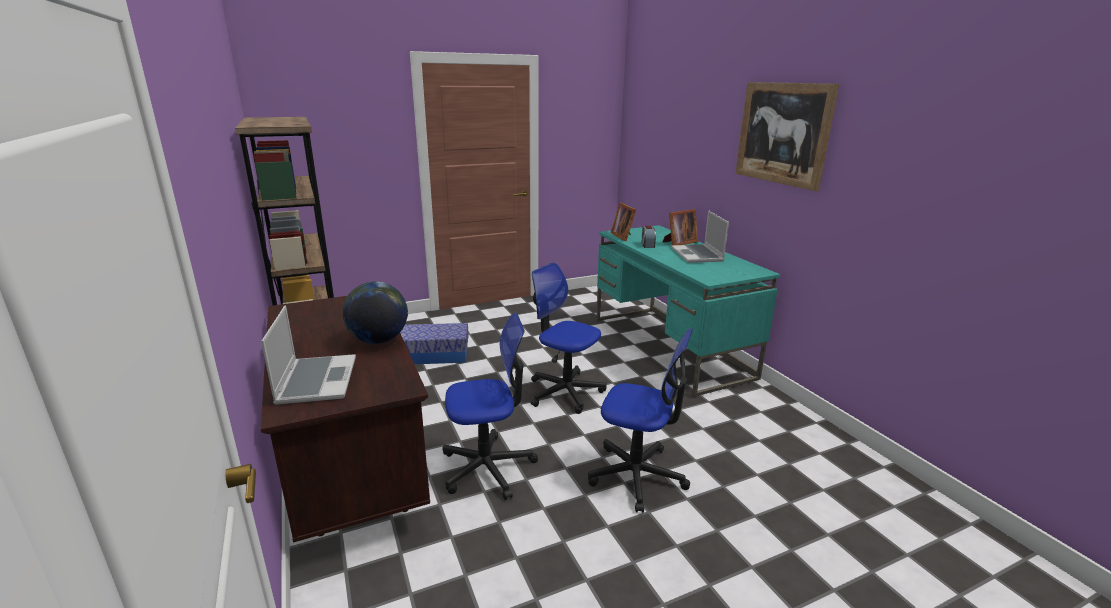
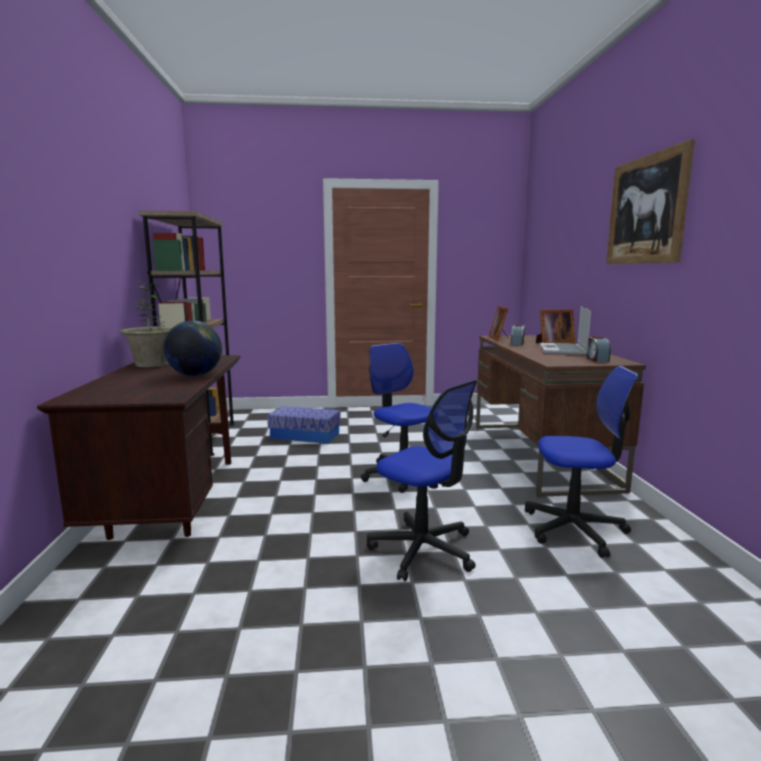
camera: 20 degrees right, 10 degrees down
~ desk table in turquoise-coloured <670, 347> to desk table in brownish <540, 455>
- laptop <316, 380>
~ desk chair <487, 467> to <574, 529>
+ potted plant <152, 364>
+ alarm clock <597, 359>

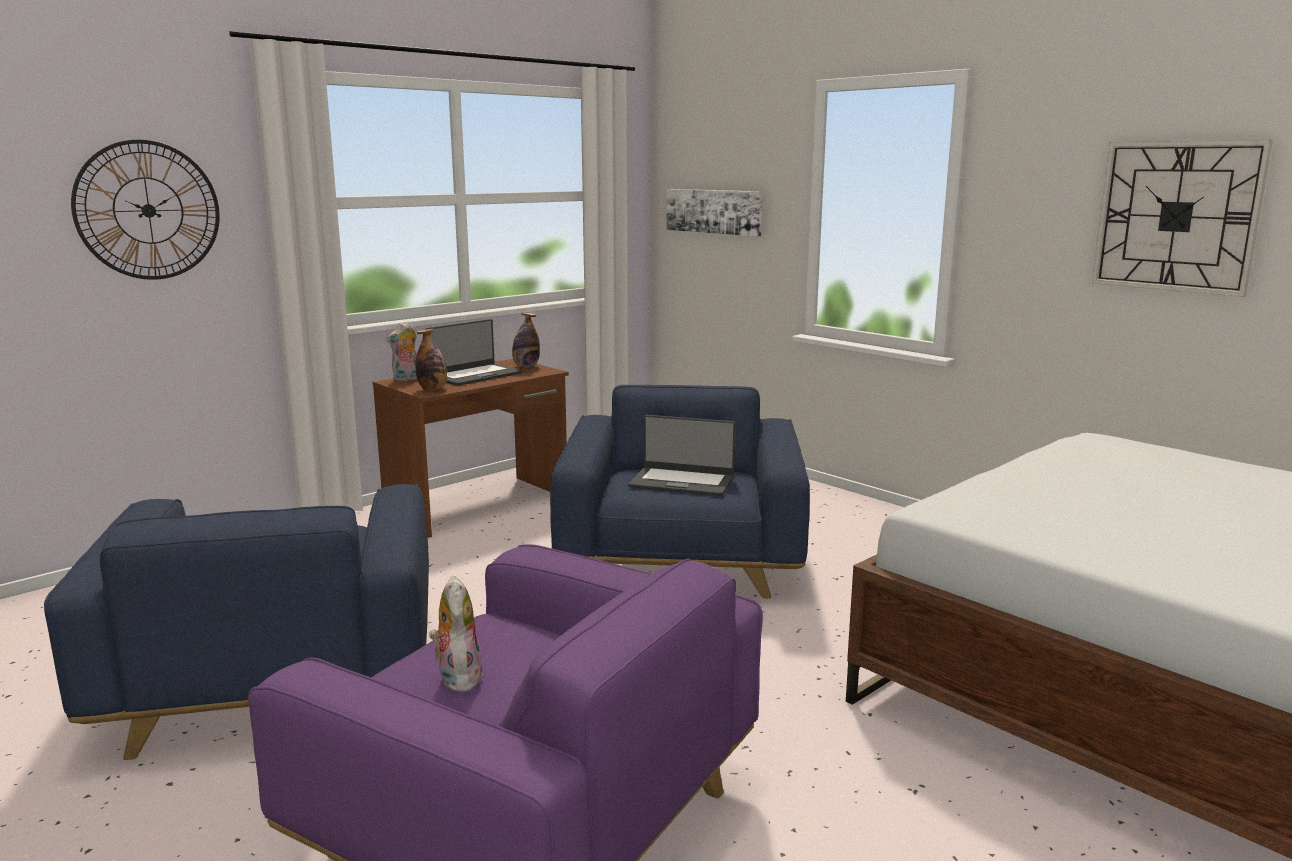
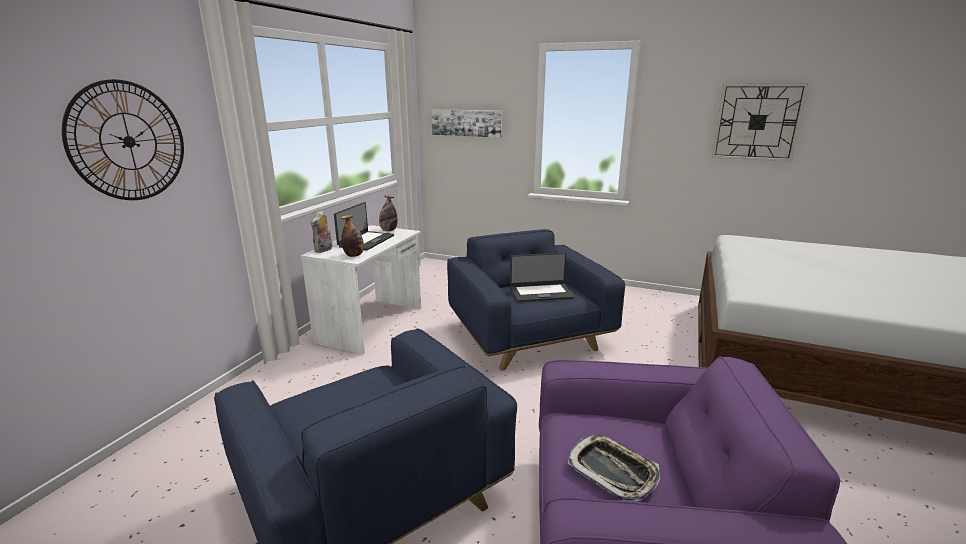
camera: 25 degrees left, 5 degrees up
~ desk table in brownish <479, 505> to desk table in white-coloured <372, 324>
~ soft toy <457, 677> to carrying tray <612, 471>

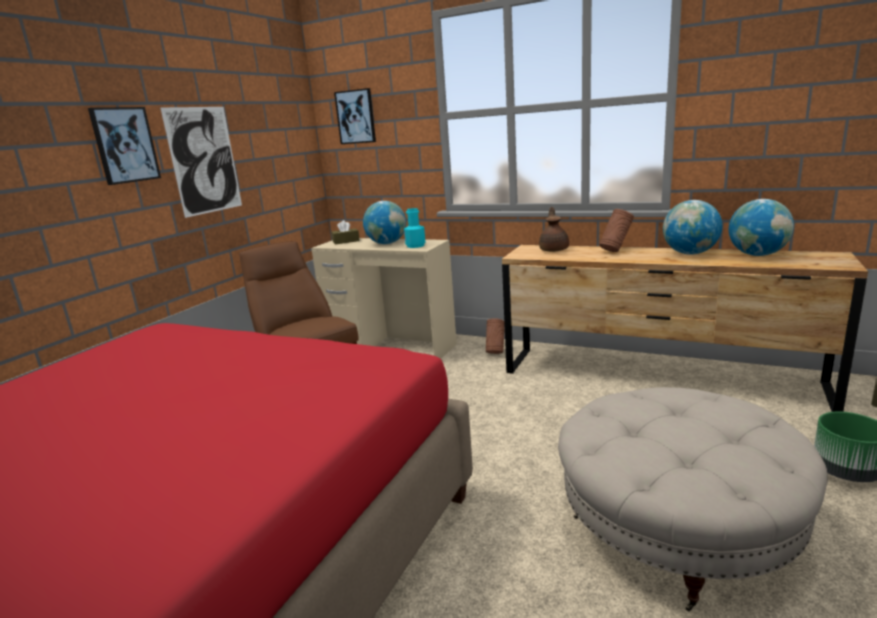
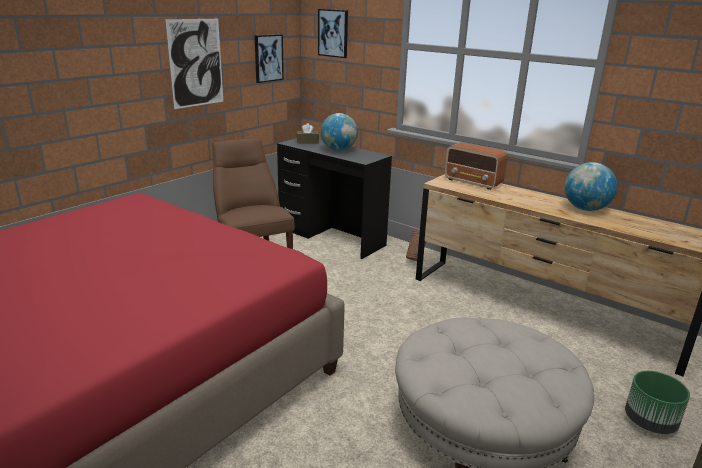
camera: 10 degrees right, 5 degrees up
~ wall art <124, 145> to <268, 58>
- world globe <757, 255>
~ teapot in brownish <554, 250> to radio receiver <473, 182>
- drink bottle in turquoise-coloured <415, 246>
- vase in brownish <615, 251>
~ desk table in sand-coloured <391, 346> to desk table in black <331, 237>

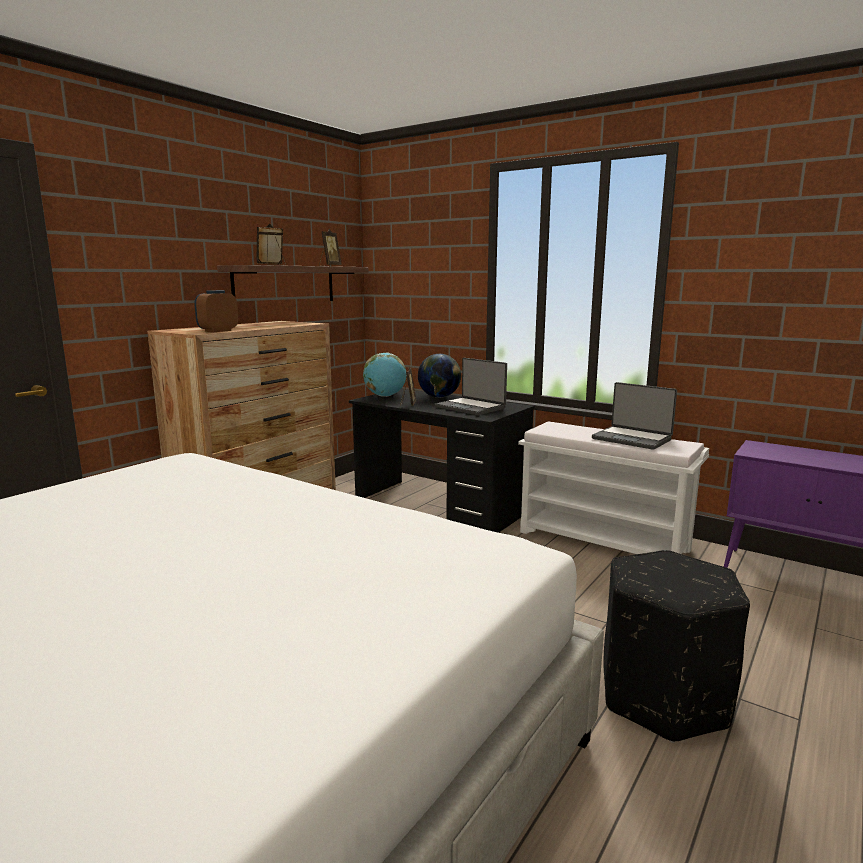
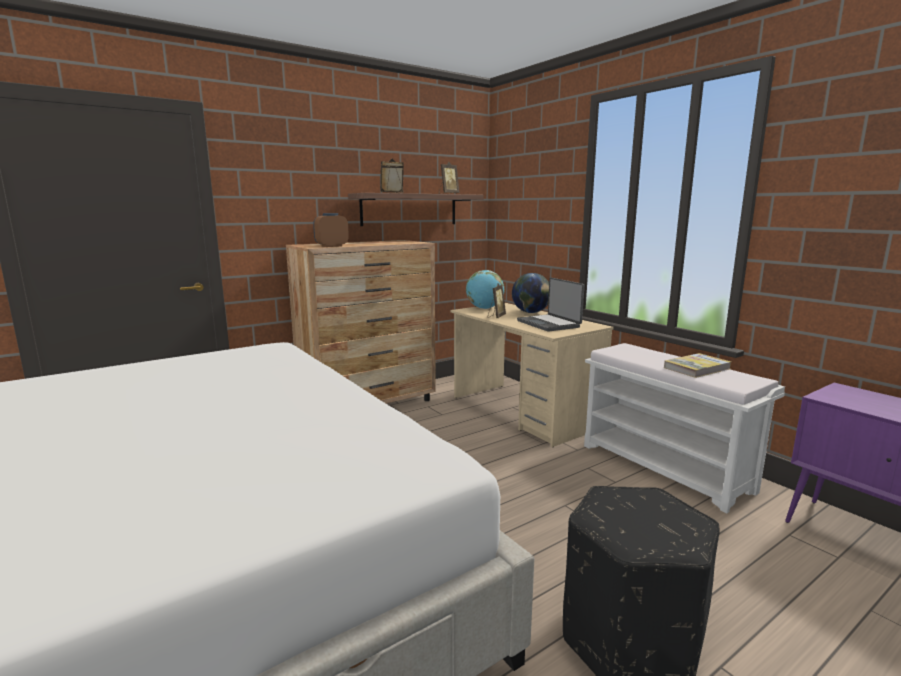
camera: 20 degrees right, 0 degrees up
~ laptop <632, 439> to book <697, 368>
~ desk table in black <440, 507> to desk table in sand-coloured <523, 412>

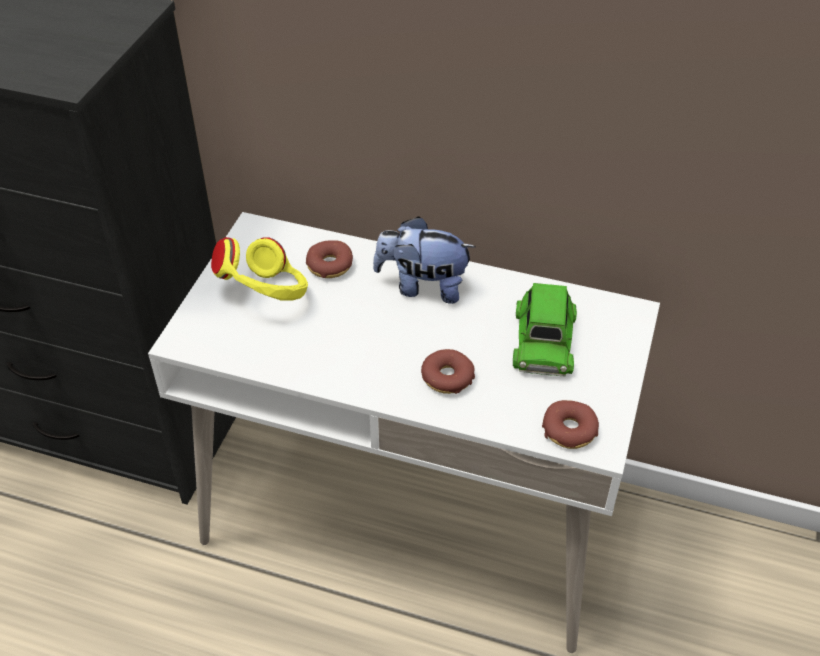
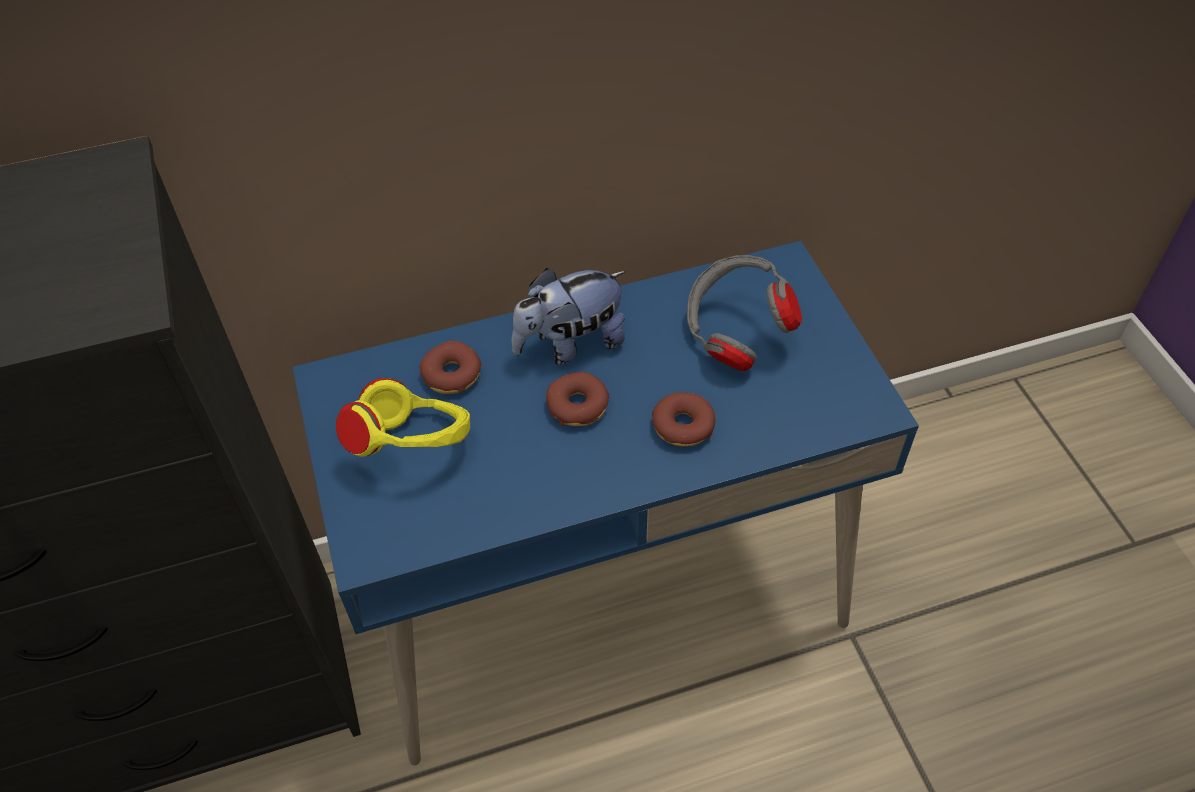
camera: 35 degrees left, 5 degrees up
~ desk table in white-coloured <410, 516> to desk table in blue <601, 594>
~ toy car in greenish <543, 340> to pair of headphones in greyish <735, 335>
~ ring doughnut <569, 430> to <578, 406>

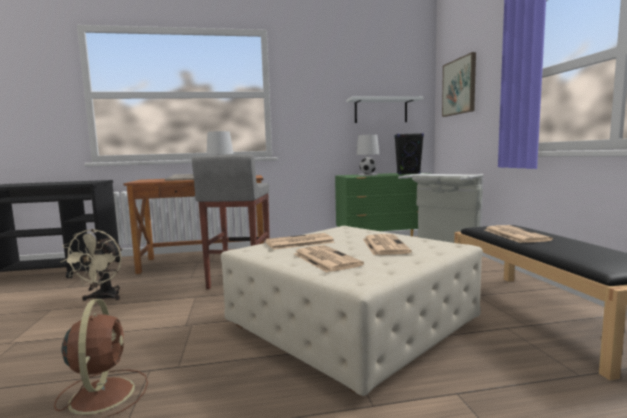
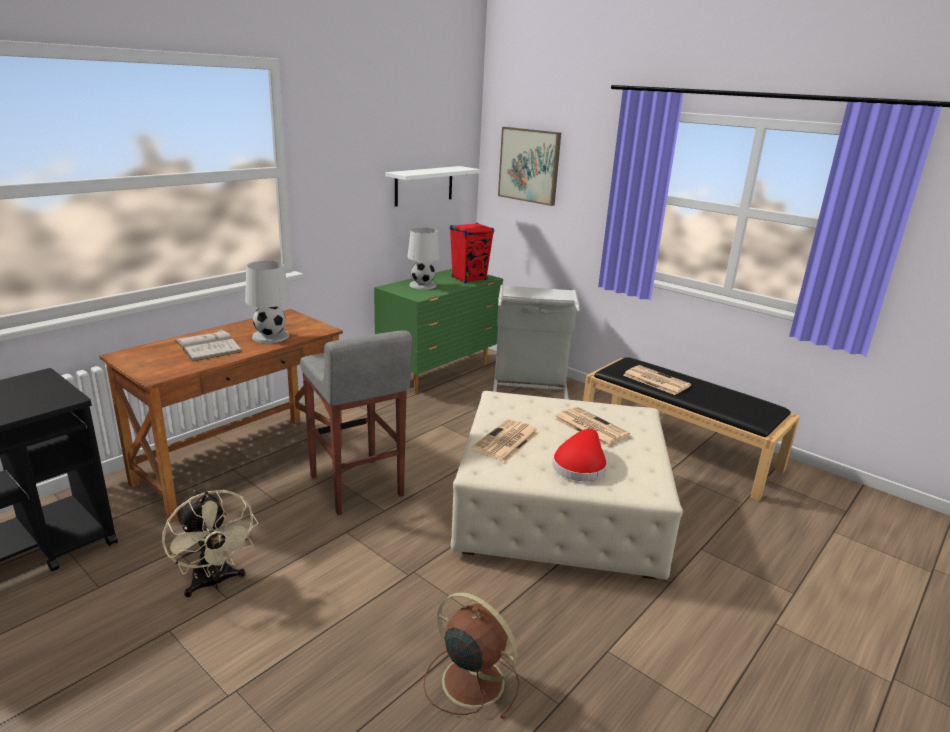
camera: 40 degrees left, 15 degrees up
~ loudspeaker in black <408, 174> to loudspeaker in reddish <469, 279>
~ daily paper <325, 259> to hat in reddish <580, 465>

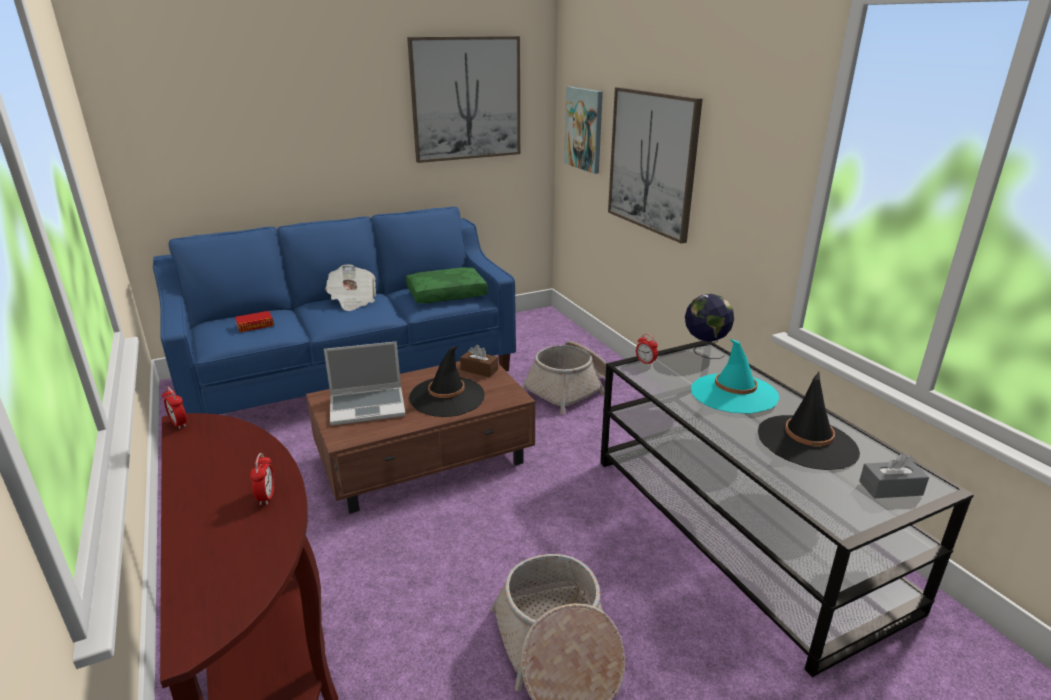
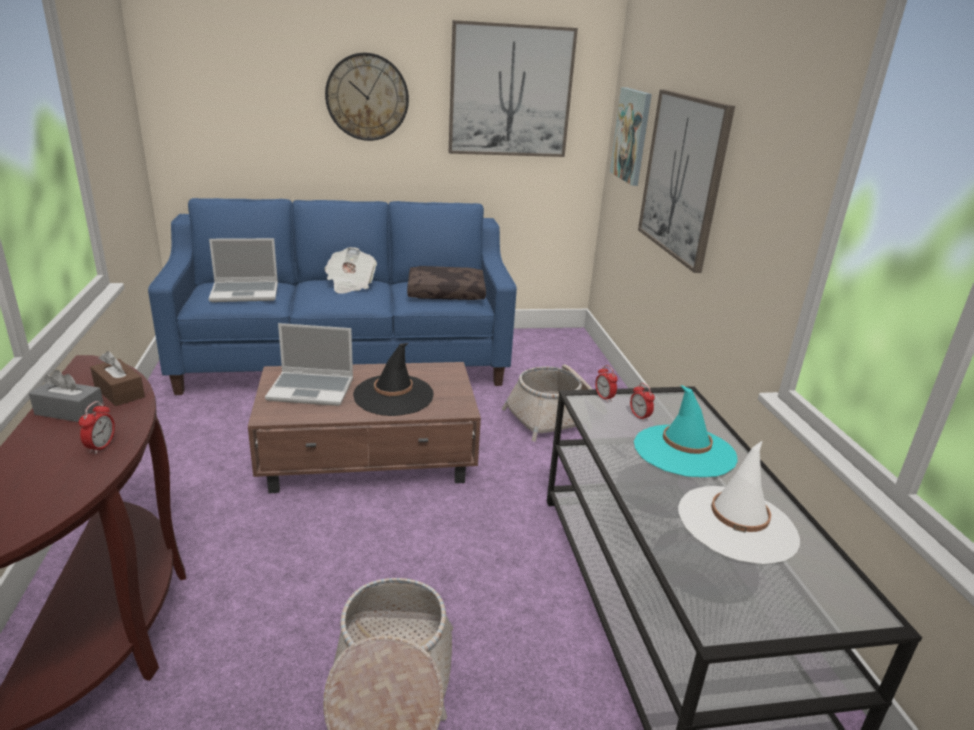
camera: 15 degrees right, 0 degrees up
~ throw pillow in greenish <447, 294> to throw pillow in brownish <446, 292>
- world globe <704, 351>
~ book <255, 325> to laptop <246, 293>
~ tissue holder in brownish <479, 370> to <119, 392>
~ hat in black <807, 442> to hat in white-coloured <737, 524>
~ alarm clock <179, 424> to <639, 416>
~ tissue holder in greyish <890, 488> to <70, 411>
+ clock on the wall <367, 97>

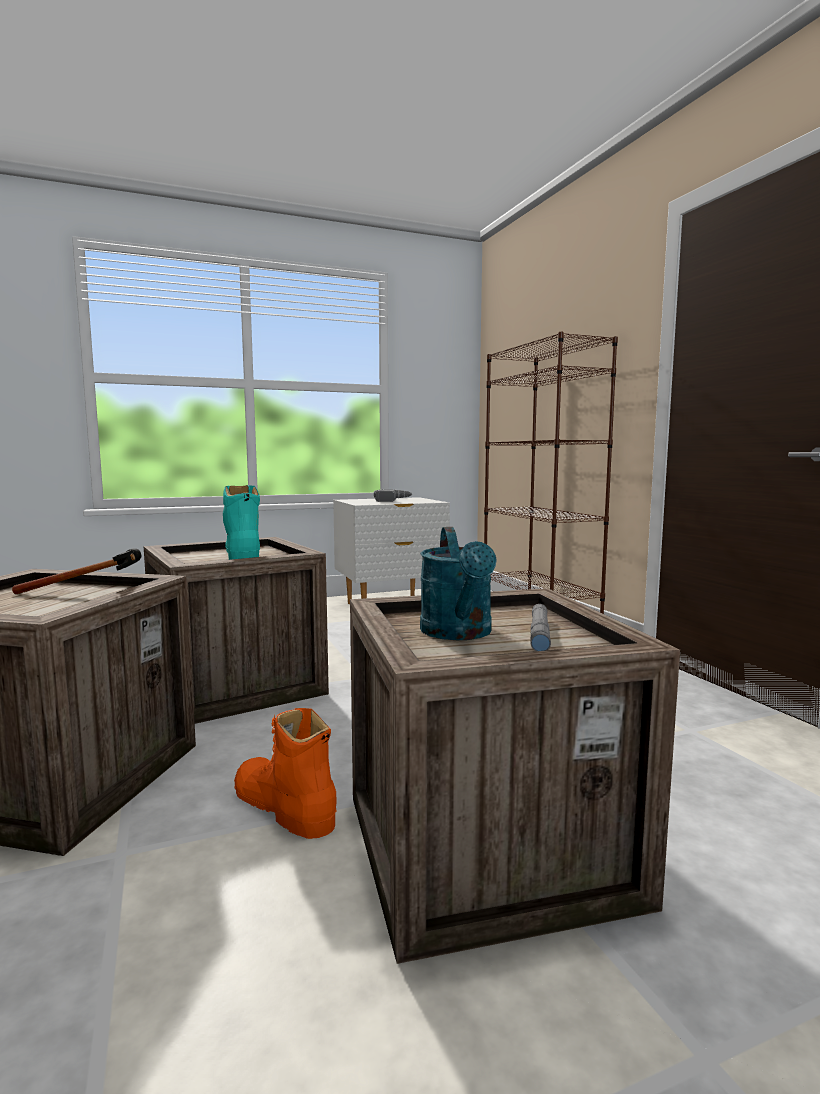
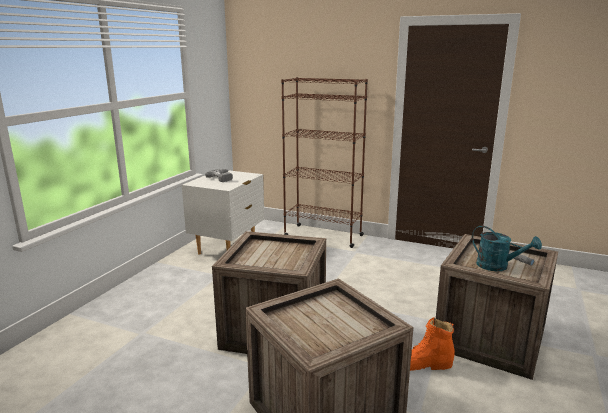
camera: 45 degrees left, 10 degrees up
- boot in turquoise-coloured <242, 555>
- hammer <94, 592>

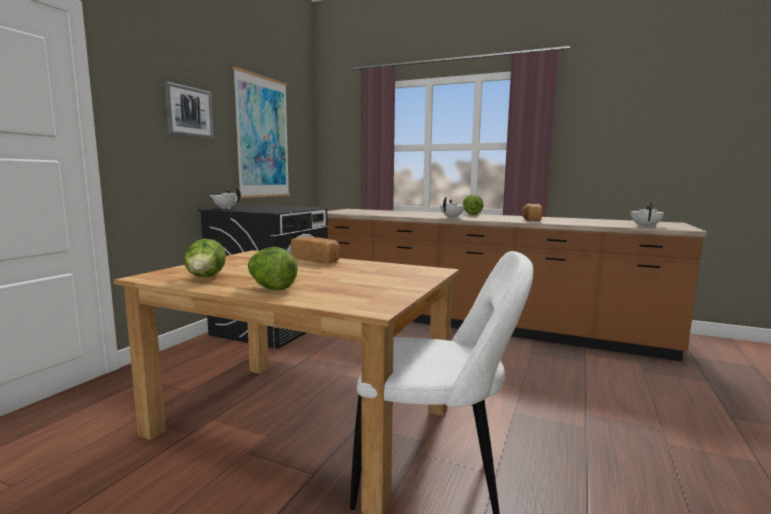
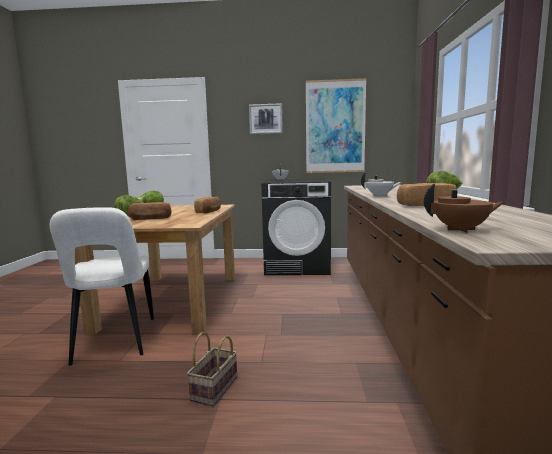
camera: 70 degrees right, 0 degrees up
~ teapot in white-coloured <645, 227> to teapot in brownish <461, 230>
+ bakery bread <151, 219>
+ basket <215, 389>

